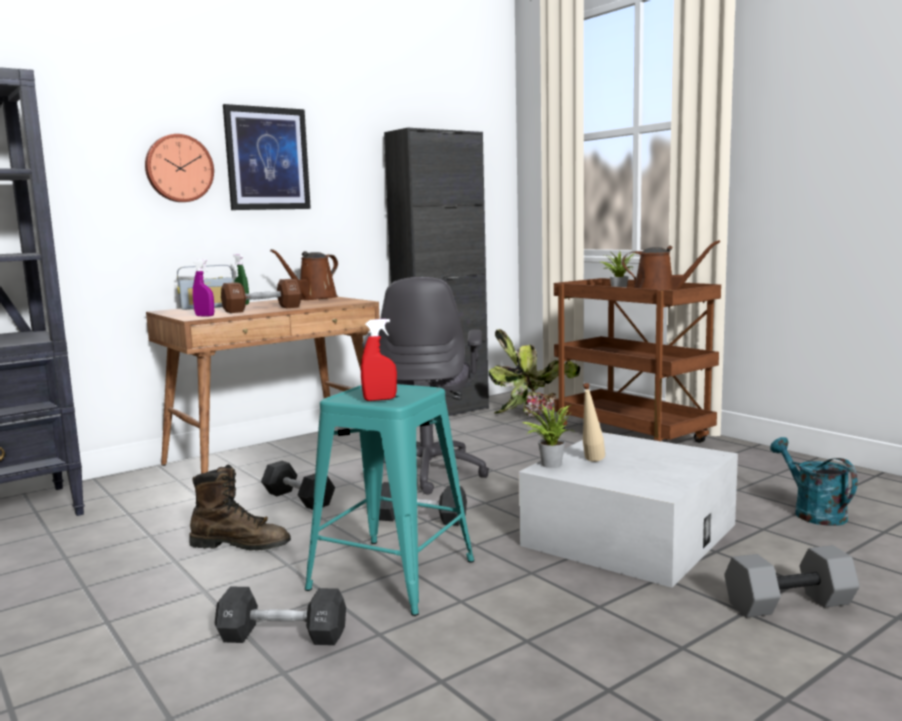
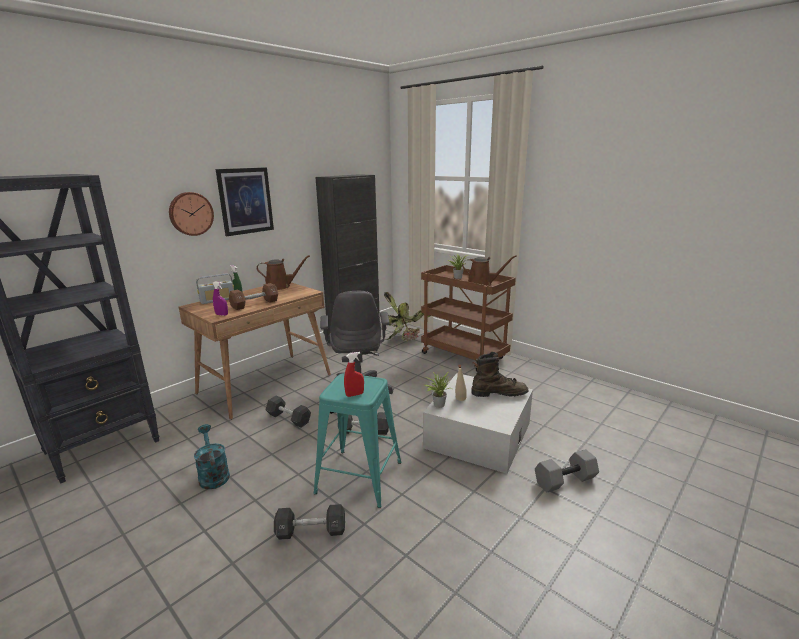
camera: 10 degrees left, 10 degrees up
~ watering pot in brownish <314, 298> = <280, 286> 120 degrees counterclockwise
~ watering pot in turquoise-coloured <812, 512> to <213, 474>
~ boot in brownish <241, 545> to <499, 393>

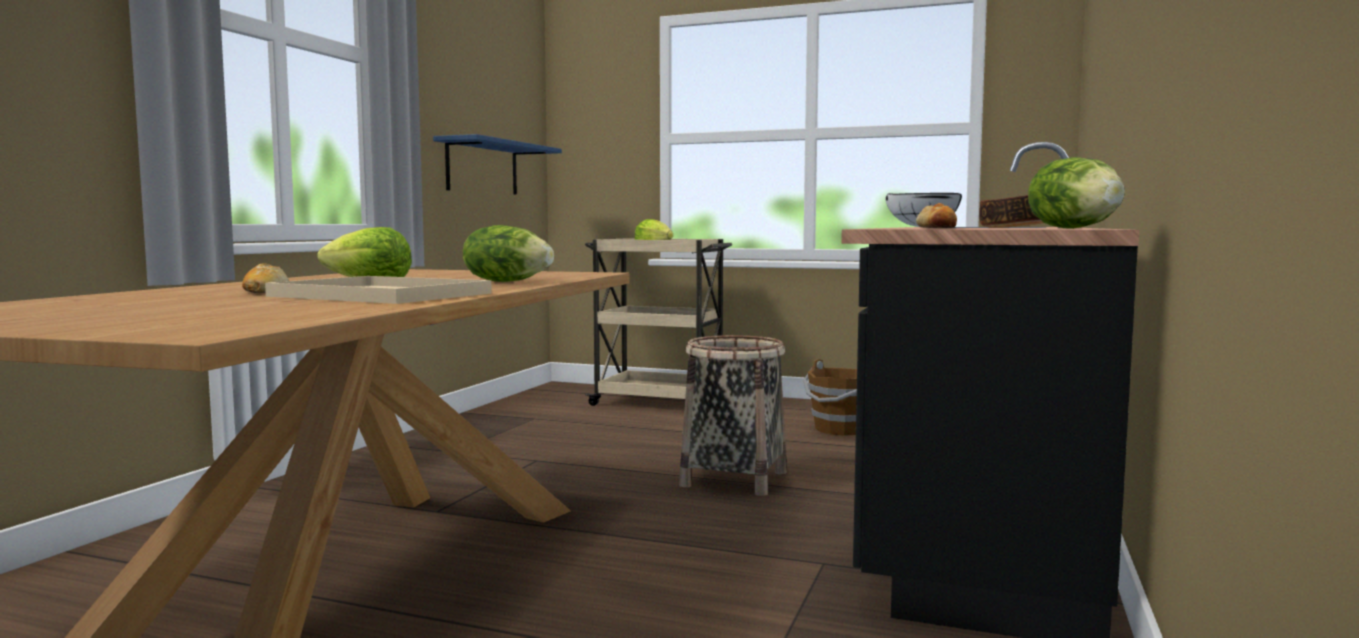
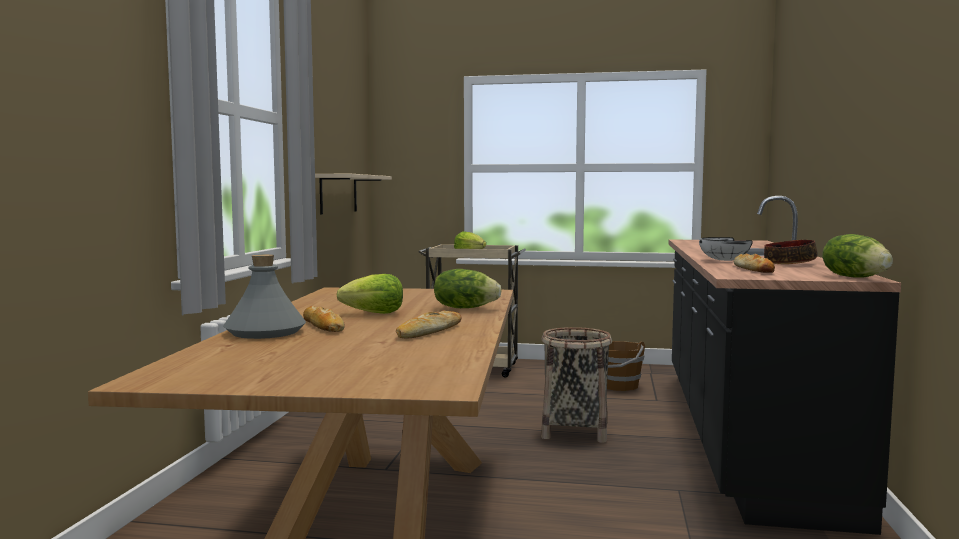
camera: 10 degrees left, 0 degrees up
~ shelf in blue <482, 168> to shelf in sand-coloured <338, 194>
~ carrying tray in sand-coloured <385, 295> to bakery bread <429, 331>
+ drink bottle in greyish <265, 332>

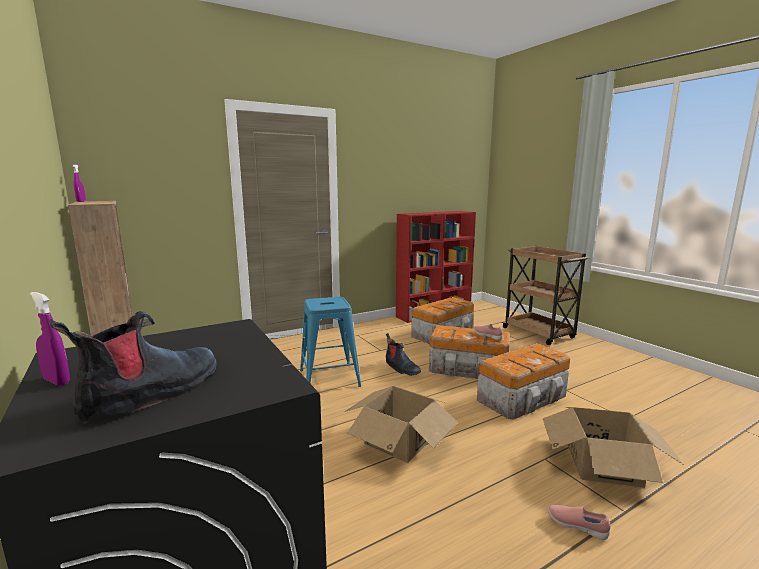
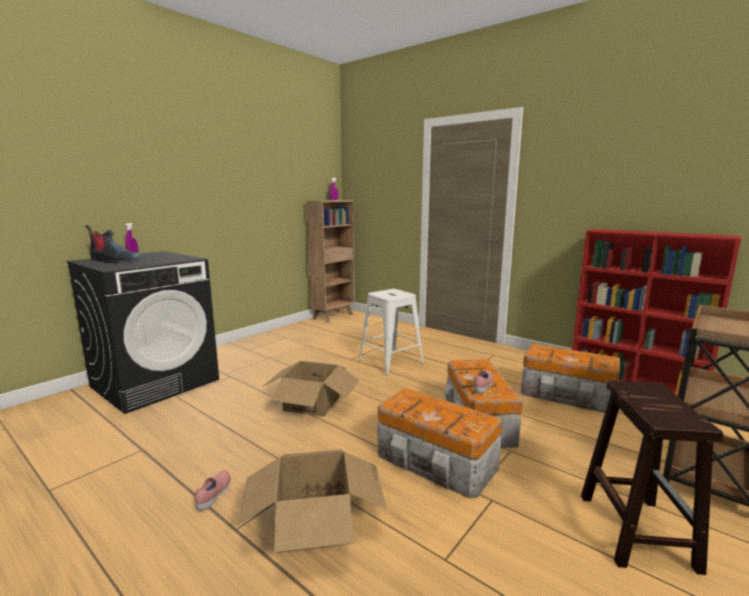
camera: 70 degrees right, 0 degrees up
~ sitting stool in blue <329, 378> to sitting stool in white-coloured <390, 361>
- boot <401, 368>
+ sitting stool in brownish <634, 529>

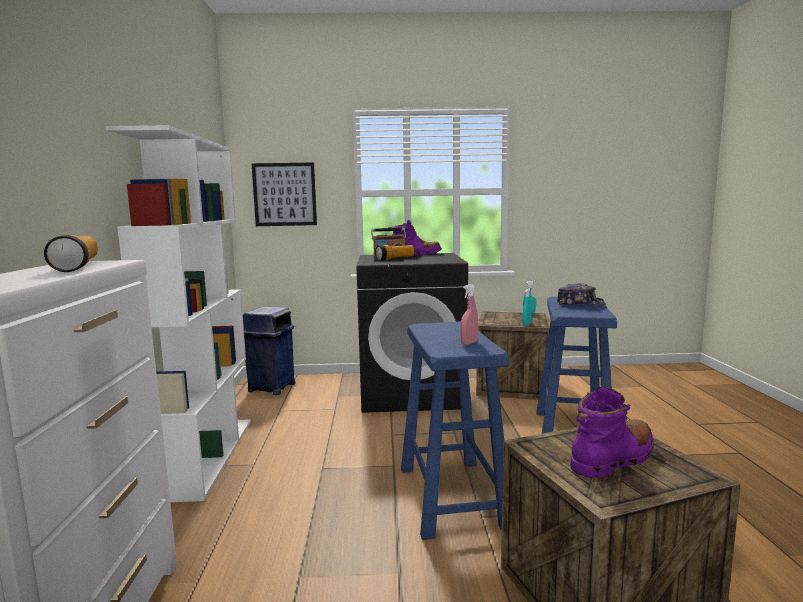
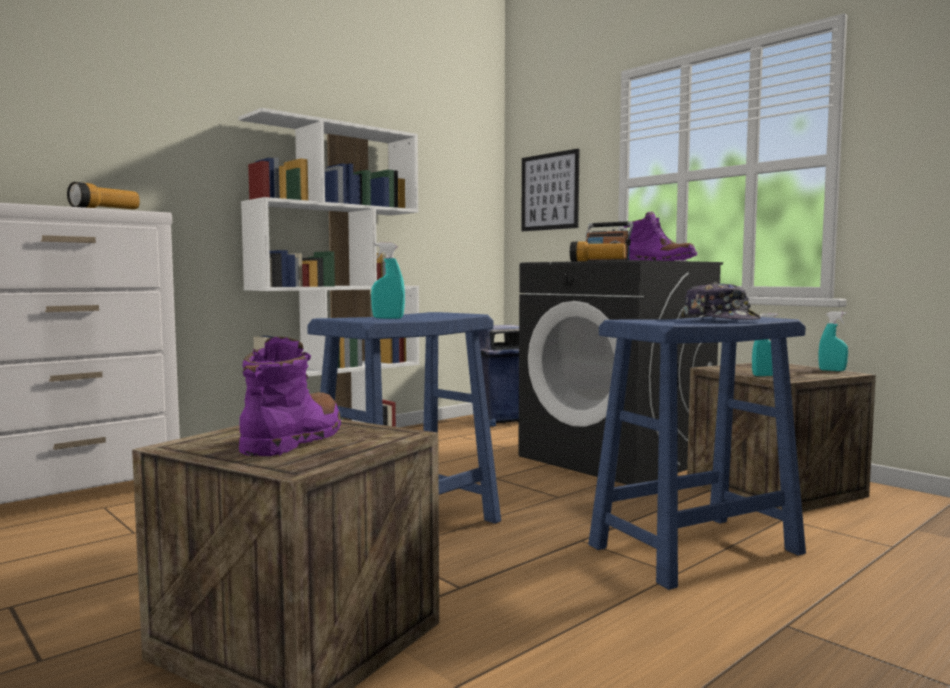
camera: 50 degrees right, 5 degrees down
~ hand sprayer in pinkish <469, 343> to hand sprayer in turquoise-coloured <388, 318>
~ boot in purplish <613, 459> = <294, 440> 90 degrees counterclockwise

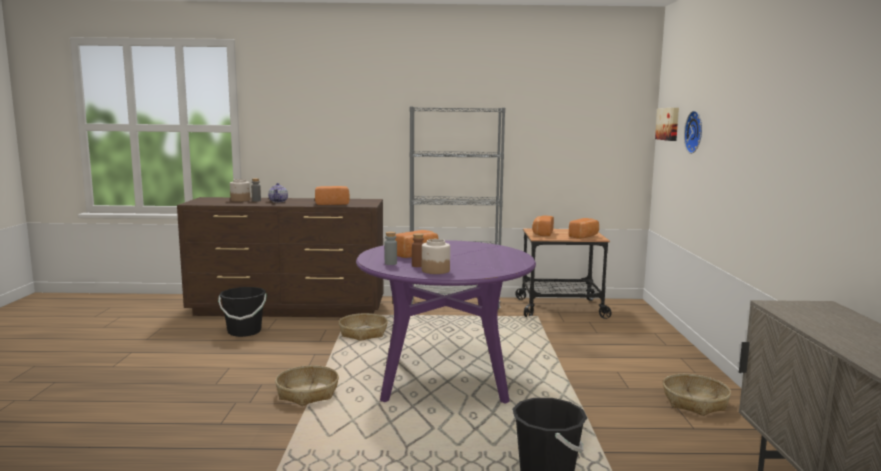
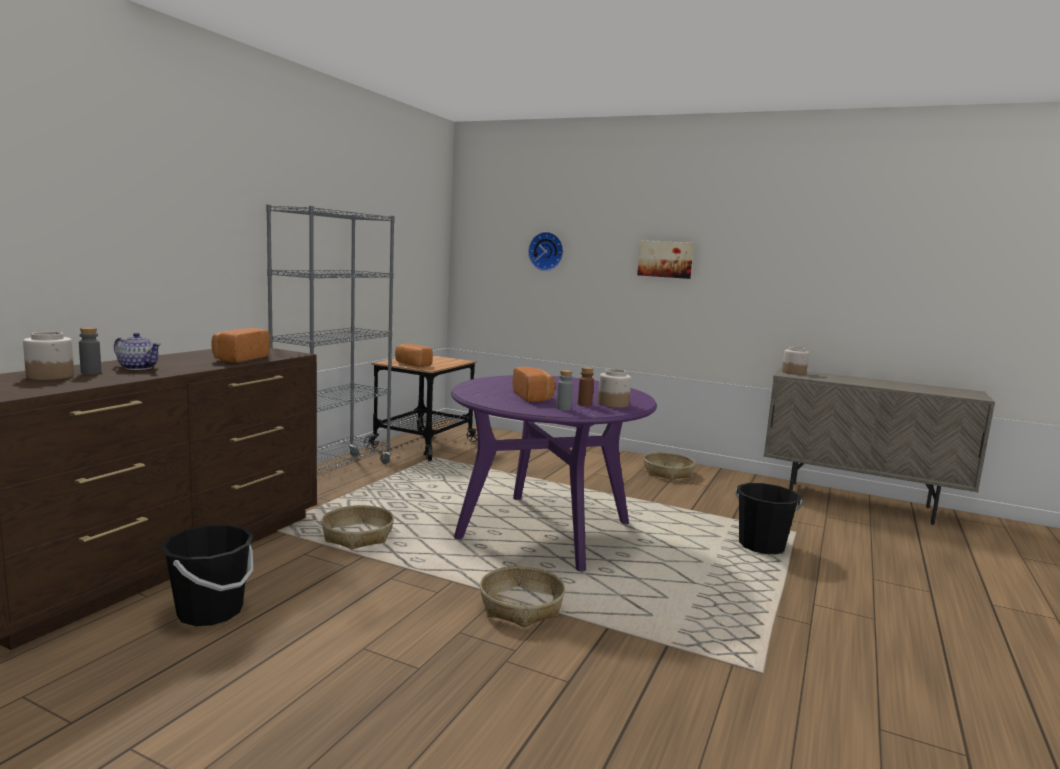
camera: 65 degrees left, 0 degrees up
~ wall art <668, 124> to <665, 259>
- bakery bread <584, 236>
+ preserve jar <794, 372>

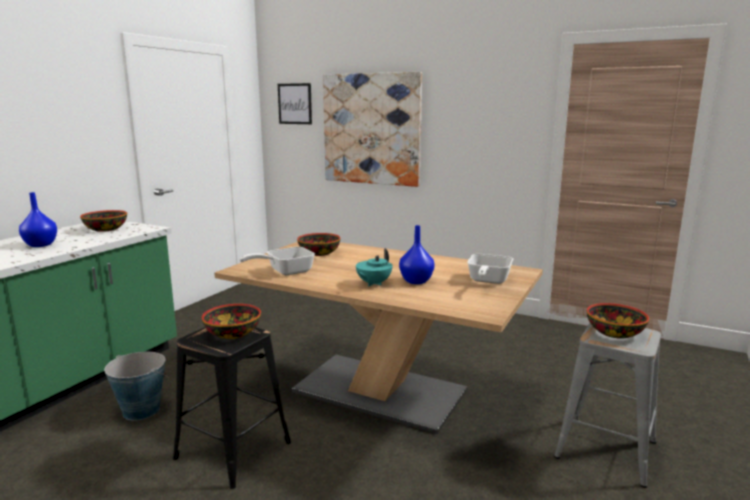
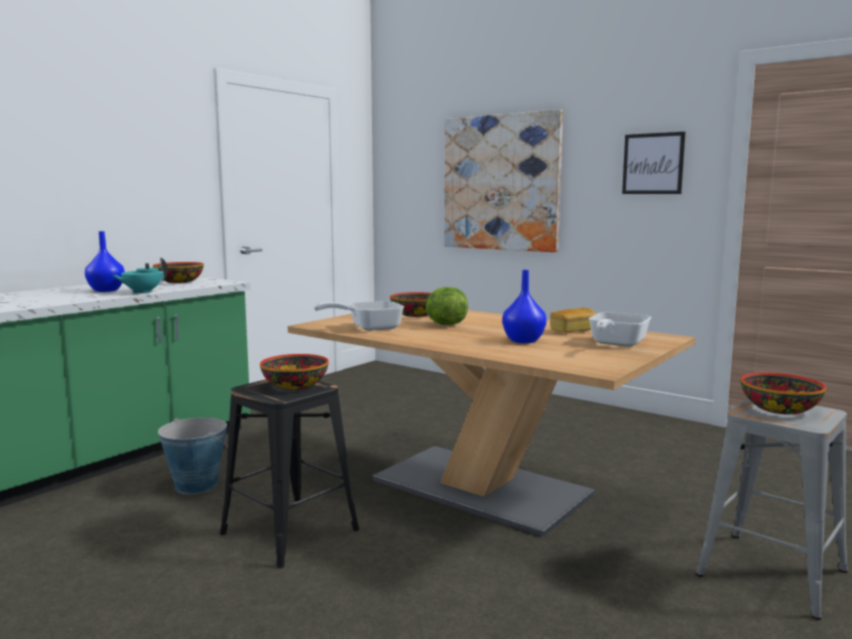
camera: 10 degrees right, 5 degrees down
~ wall art <295, 104> to <653, 163>
~ teapot in turquoise-coloured <373, 283> to <142, 292>
+ head of lettuce <445, 324>
+ bakery bread <572, 331>

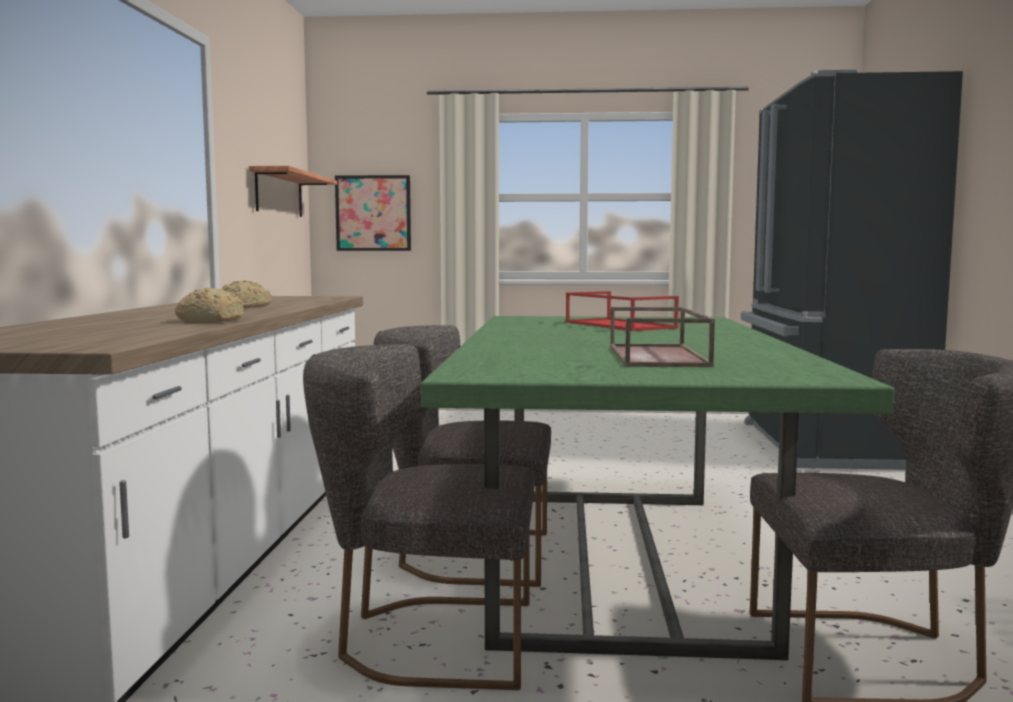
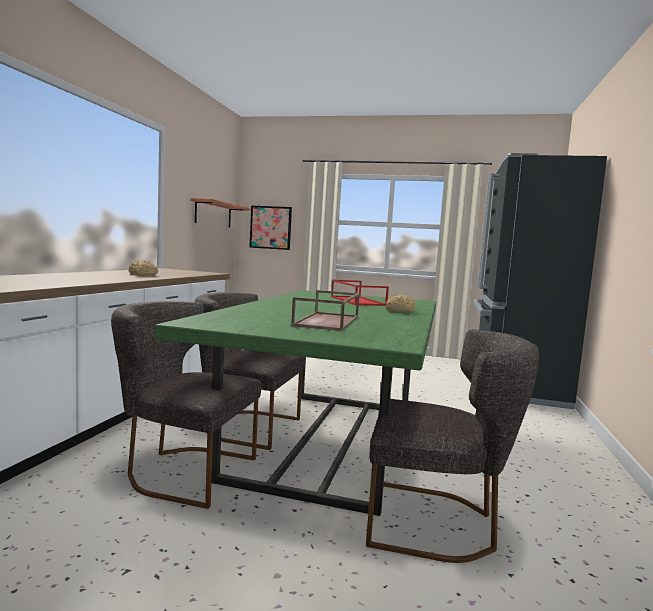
camera: 10 degrees right, 0 degrees up
~ bakery bread <210, 320> to <399, 311>

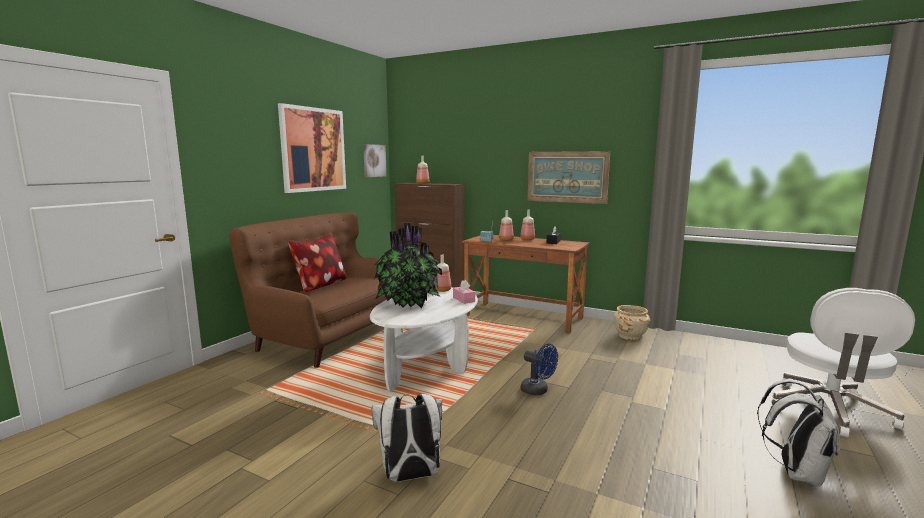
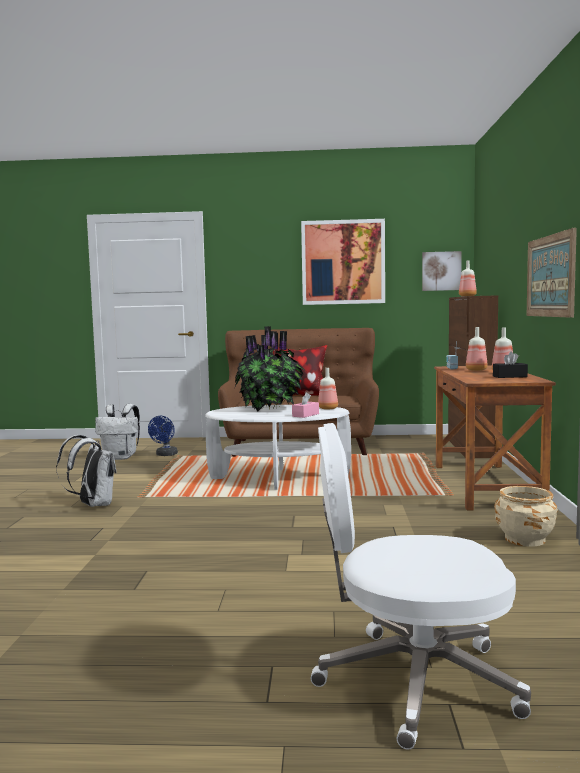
camera: 65 degrees right, 5 degrees down
~ cooling fan in blue <538, 391> to <165, 455>
~ rucksack in white-coloured <796, 472> to <121, 457>

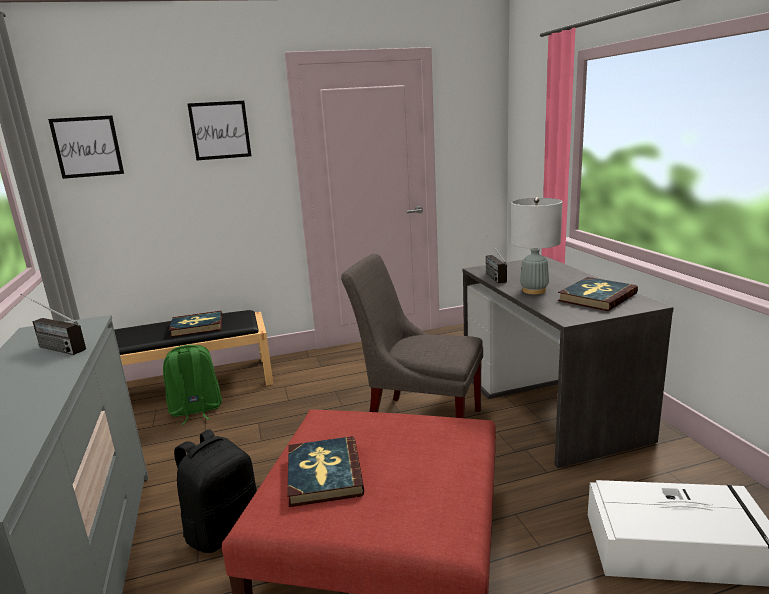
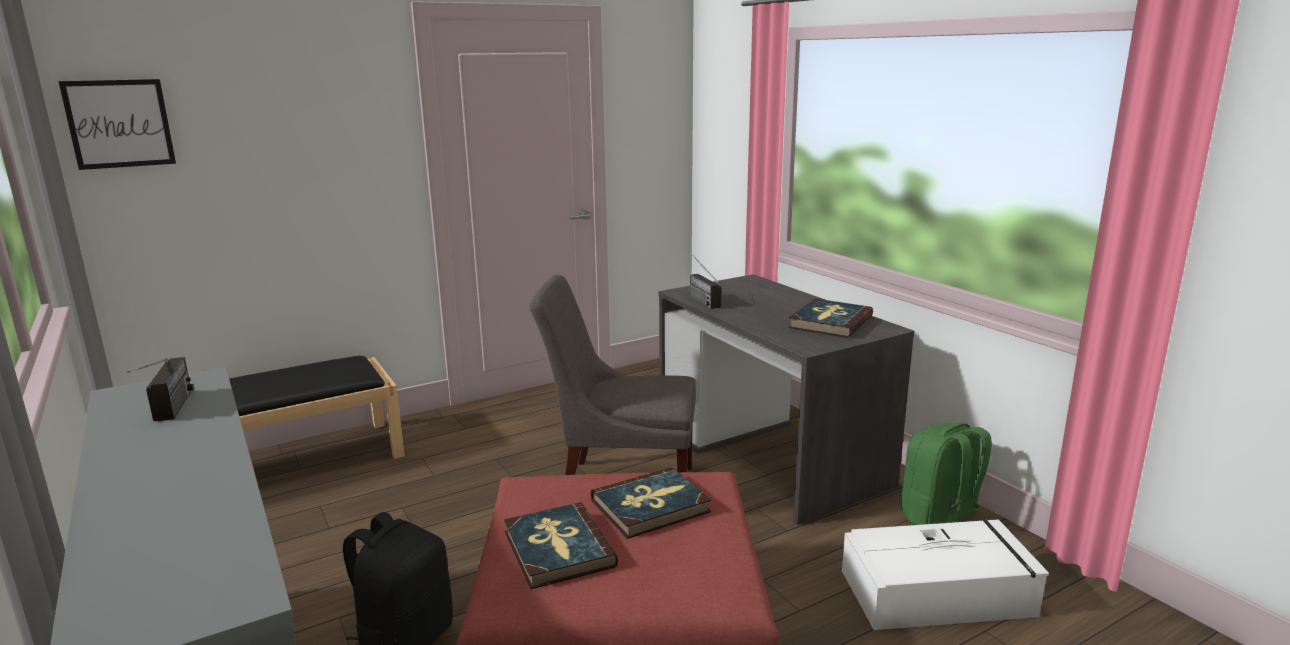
camera: 15 degrees left, 0 degrees up
- wall art <220, 130>
- table lamp in greyish <533, 290>
~ radio receiver <51, 347> = <170, 413> 120 degrees counterclockwise
~ book <197, 326> to <650, 506>
~ rucksack in greenish <195, 410> to <941, 521>

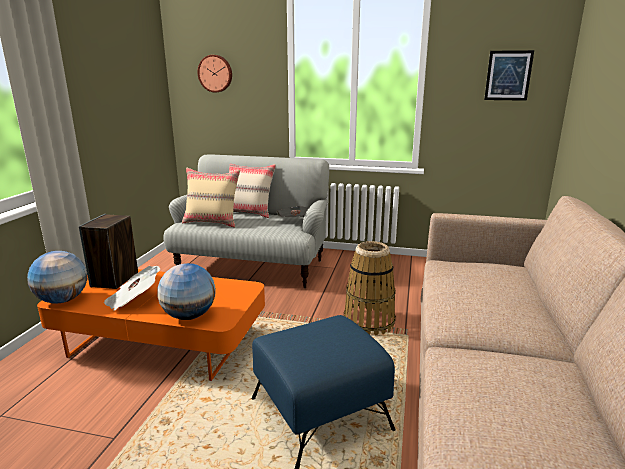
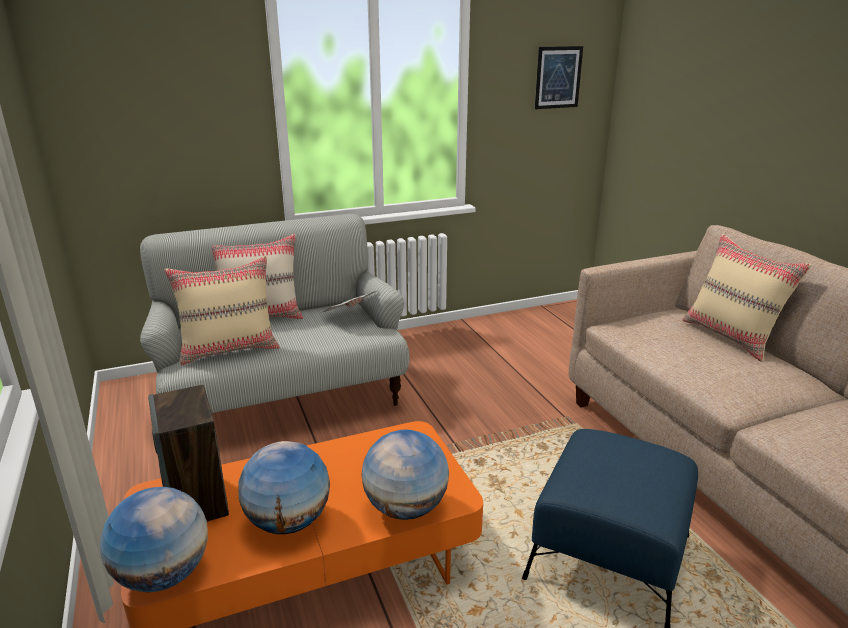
camera: 35 degrees left, 5 degrees up
- clock on the wall <215, 73>
- basket <369, 322>
~ daily paper <133, 301> to world globe <288, 522>
+ throw pillow in sand-coloured <731, 337>

